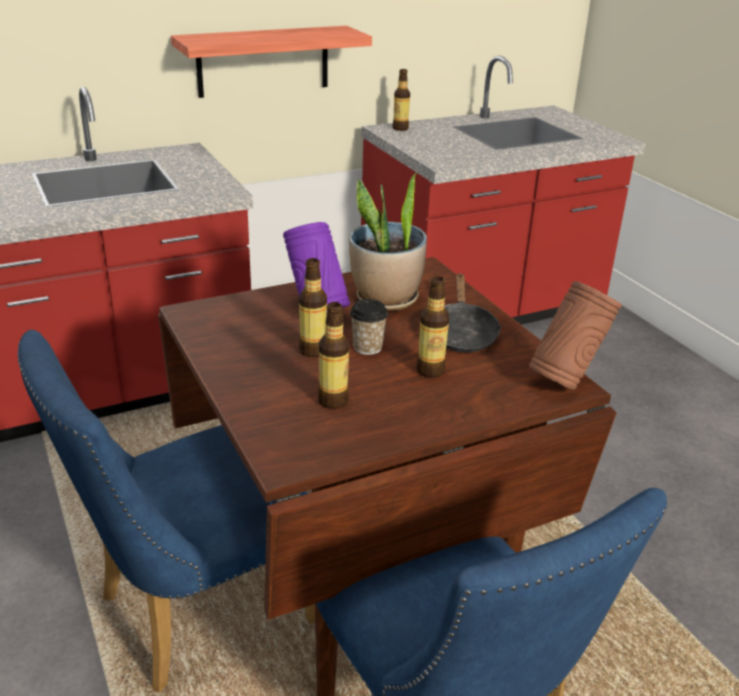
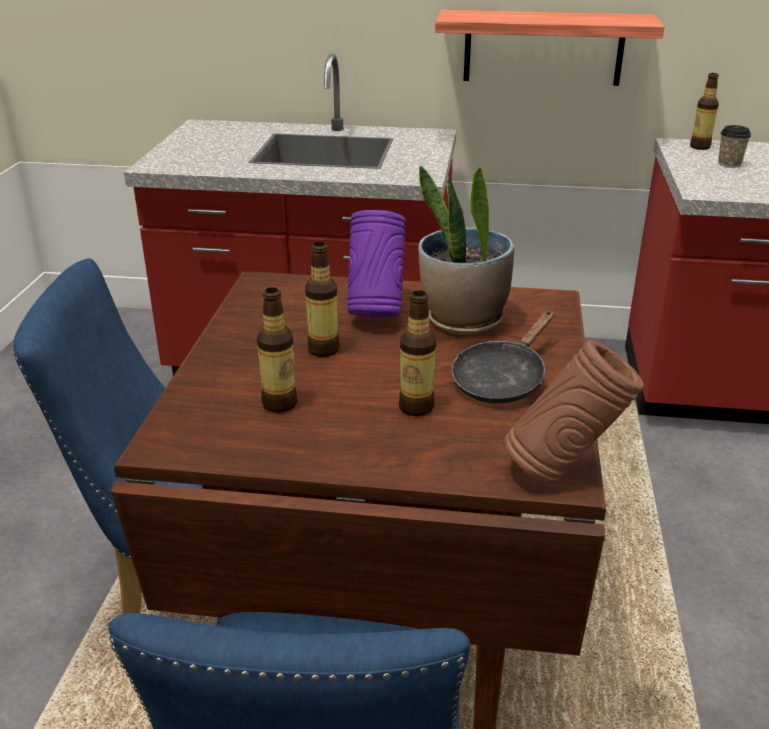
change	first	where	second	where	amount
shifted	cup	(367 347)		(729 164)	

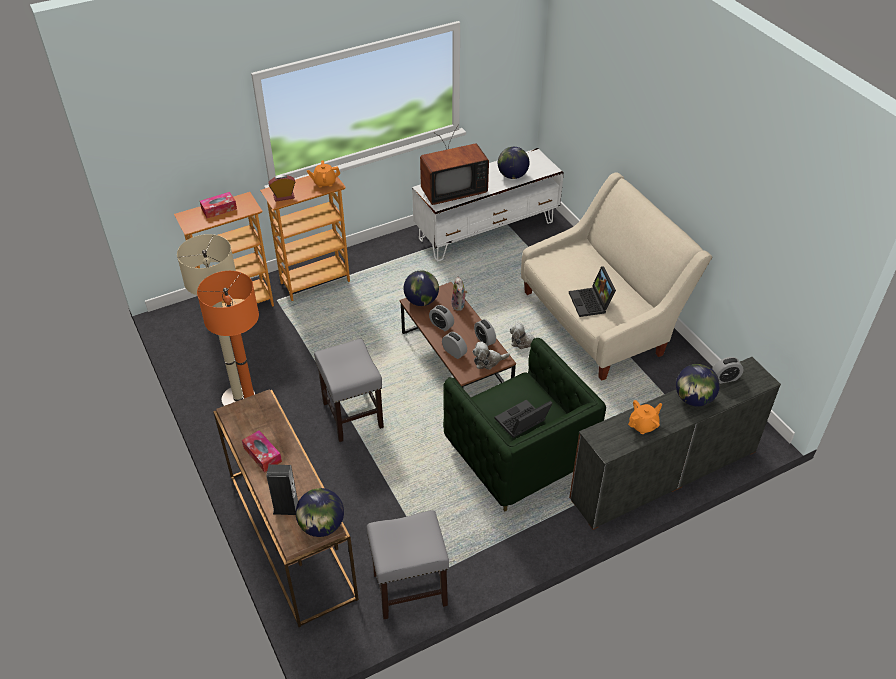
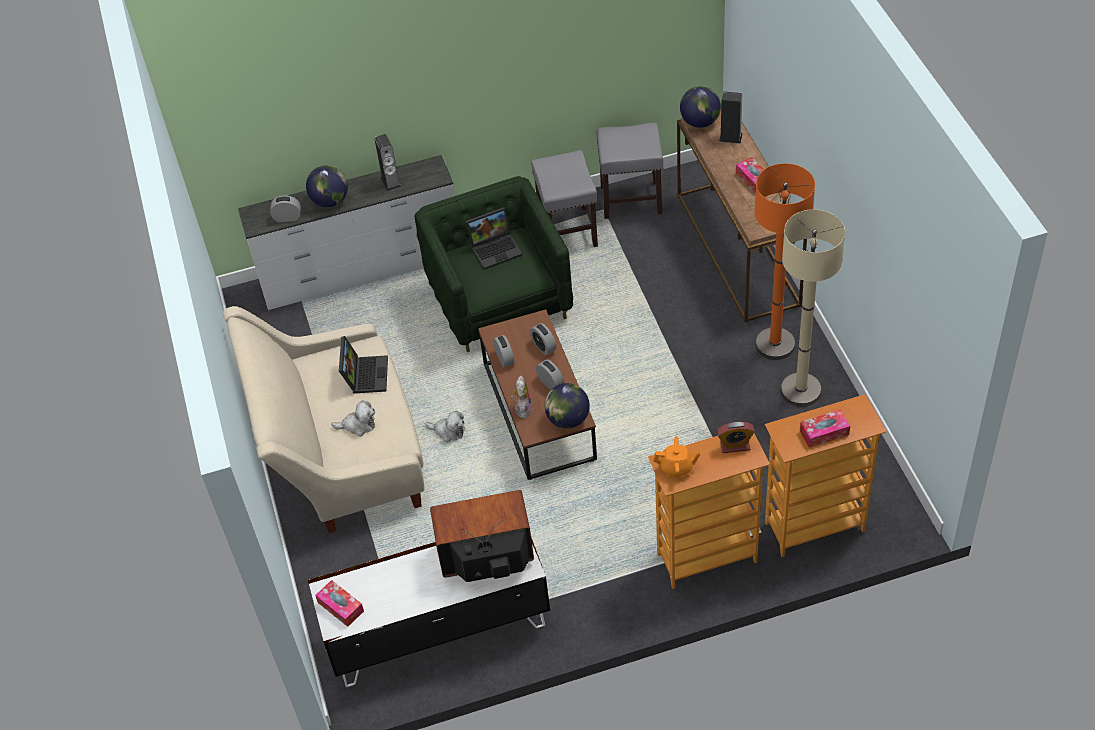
change	first	where	second	where	amount
gone	globe	(512 176)			
new			tissue box	(340 607)	
shifted	stool (grey)	(352 414)		(568 232)	
shifted	plush toy	(488 361)		(358 425)	
swapped	teapot (orange)	(643 425)	speaker	(391 182)	
repainted	dresser (brown)	(663 474)	dresser (white)	(363 270)	

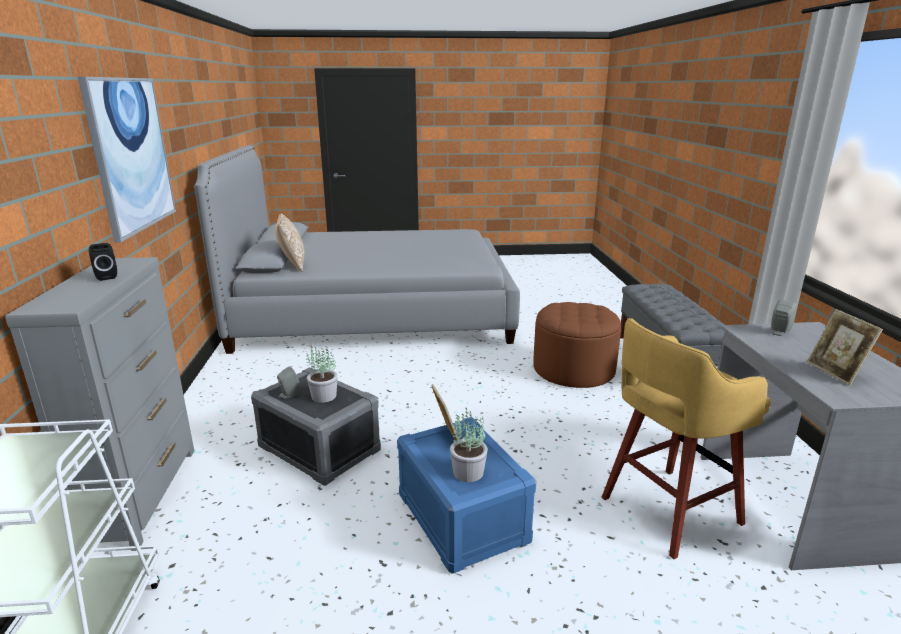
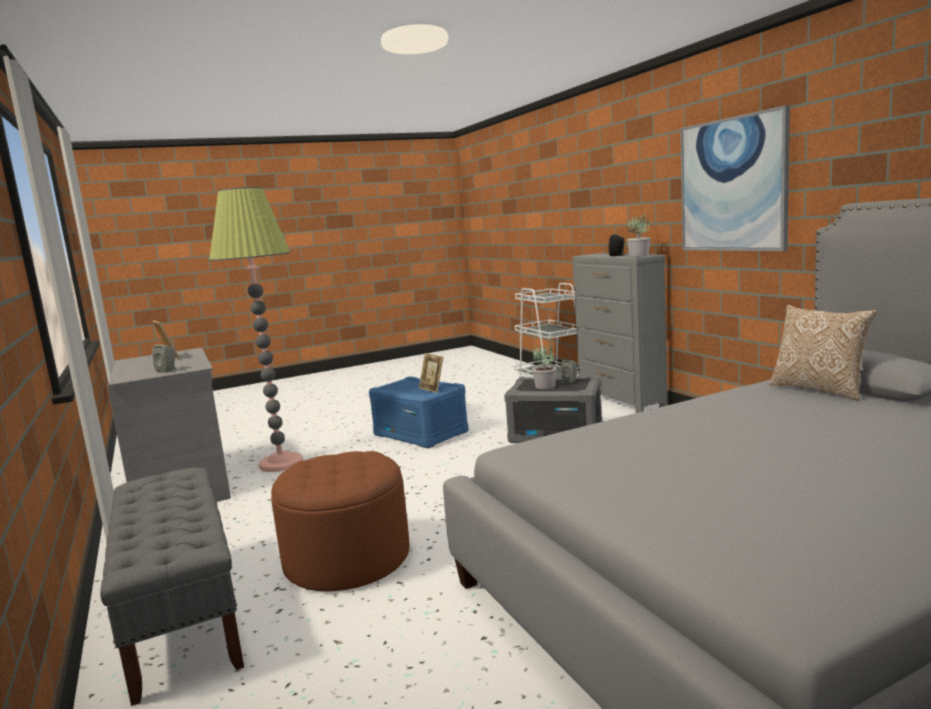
change	first	where	second	where	amount
shifted	potted plant	(467 472)		(639 256)	
swapped	stool (yellow)	(667 511)	floor lamp	(281 463)	

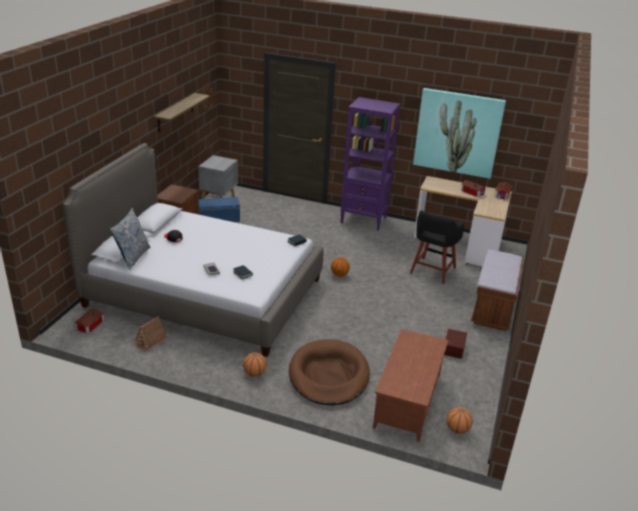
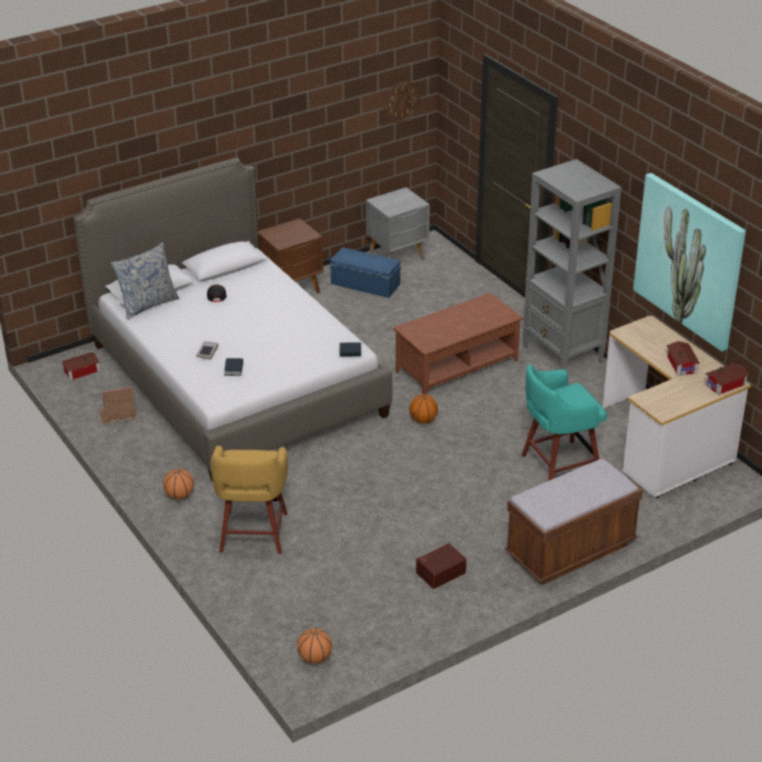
change	first	where	second	where	amount
gone	shelf	(175 112)			
shifted	coffee table (brown)	(408 401)		(457 367)	
swapped	dog bed (brown)	(328 375)	stool (yellow)	(253 534)	
repainted	bookcase (purple)	(364 220)	bookcase (grey)	(563 355)	
repainted	stool (black)	(432 271)	stool (turquoise)	(558 465)	

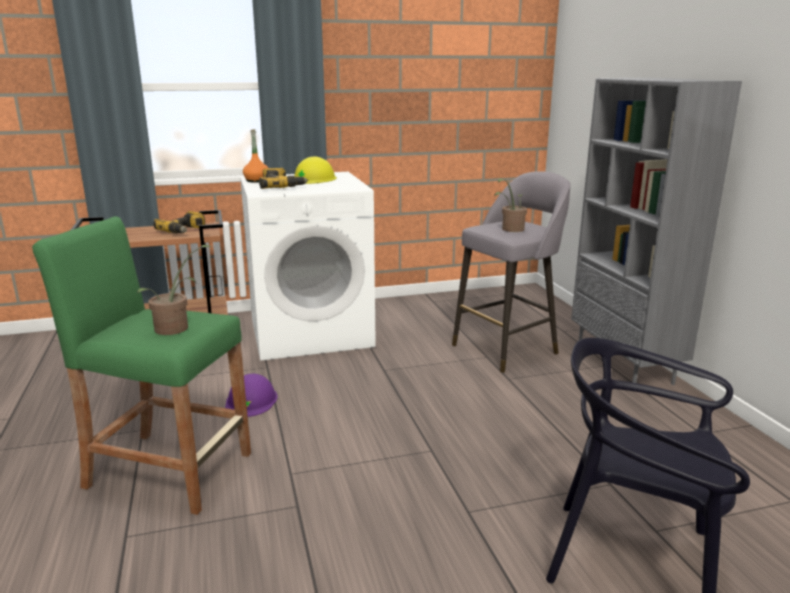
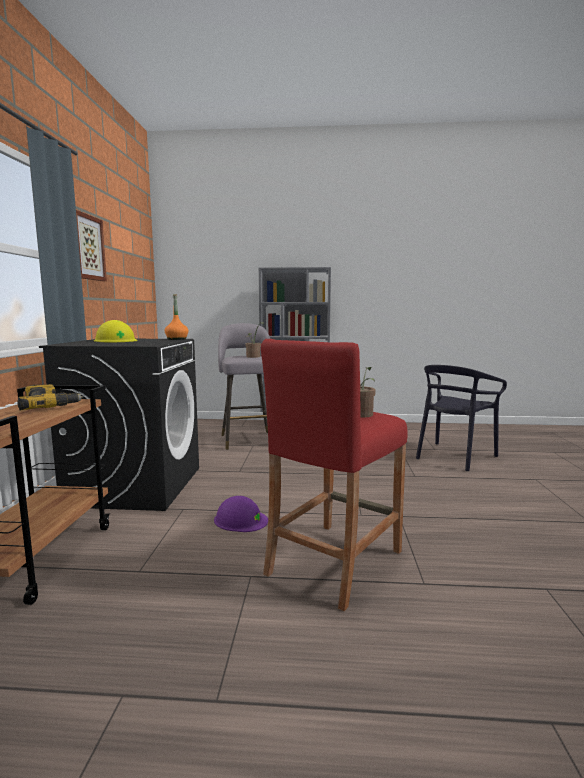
change	first	where	second	where	amount
gone	power drill	(281 187)			
new			picture	(86 247)	
shifted	bottle (orange)	(256 181)		(176 339)	
repainted	stool (green)	(169 470)	stool (red)	(334 562)	
repainted	washing machine (white)	(311 332)	washing machine (black)	(136 485)	

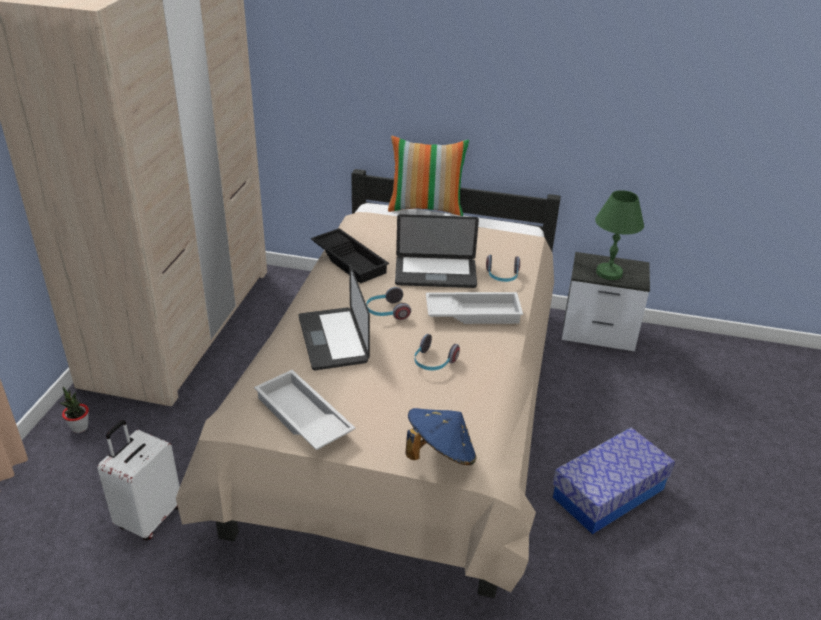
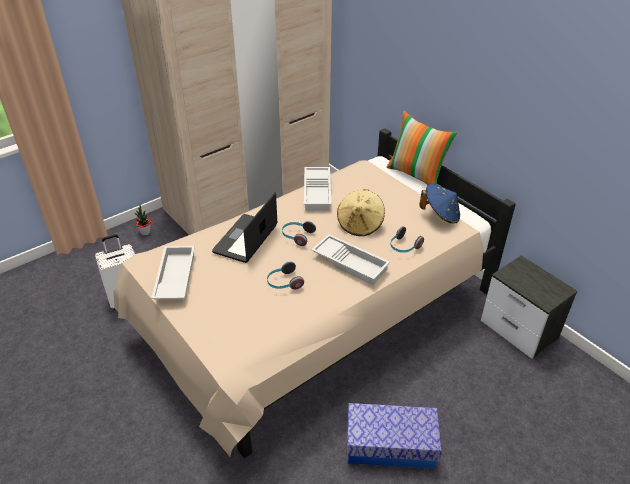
change	first	where	second	where	amount
gone	table lamp (green)	(609 273)			
shifted	hat (blue)	(440 454)		(440 215)	
swapped	laptop	(435 273)	hat (beige)	(360 224)	
repainted	tray (black)	(351 260)	tray (white)	(318 192)	

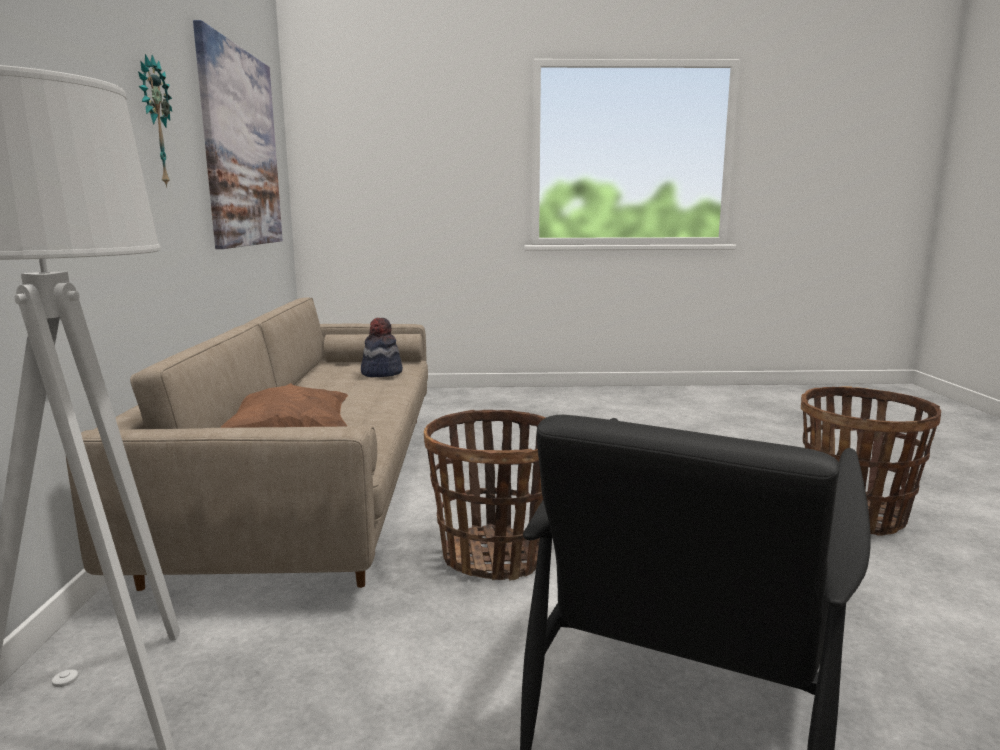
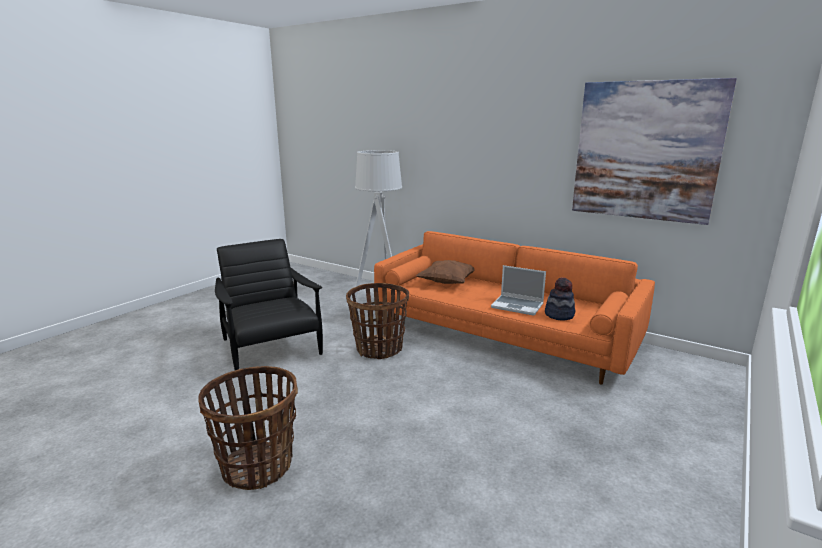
change	first	where	second	where	amount
gone	wall clock	(153 122)			
new			laptop	(518 306)	
repainted	sofa (beige)	(316 482)	sofa (orange)	(502 334)	

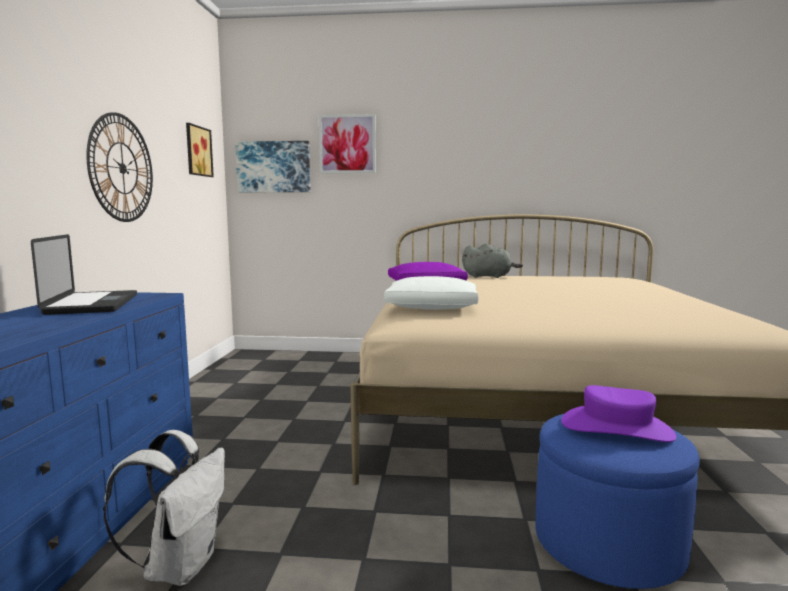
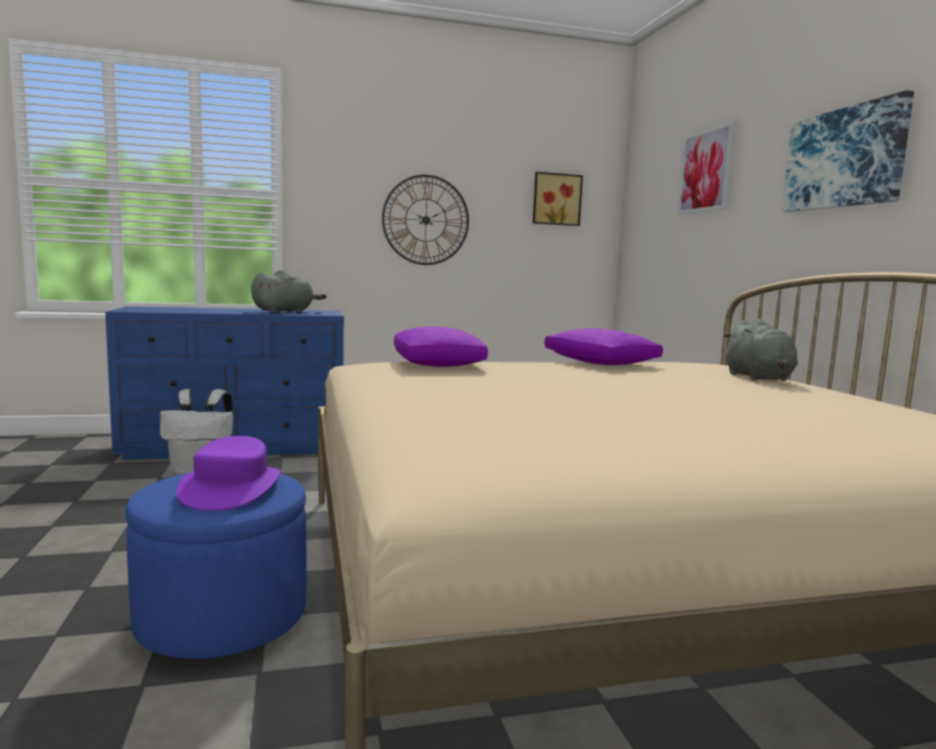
change	first	where	second	where	amount
shifted	picture	(273 167)		(844 158)	
swapped	laptop	(93 304)	plush toy (grey)	(285 312)	
repainted	pillow (white)	(433 307)	pillow (purple)	(437 364)	

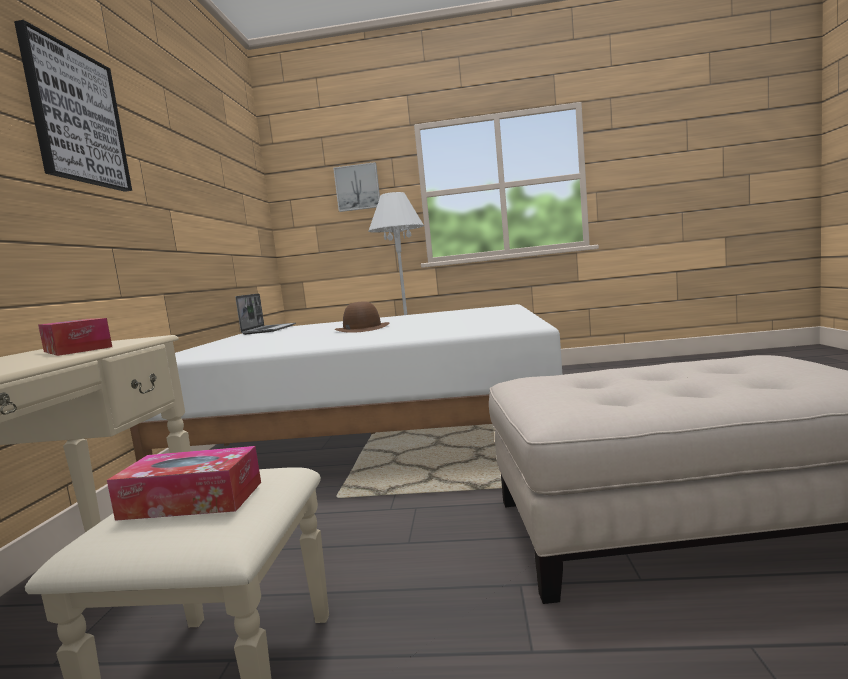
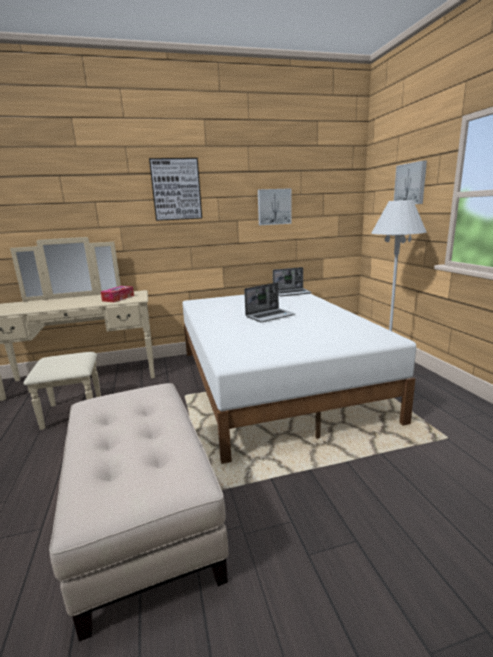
change	first	where	second	where	amount
gone	tissue box	(192 500)			
new			picture	(274 207)	
swapped	hat (brown)	(362 328)	laptop	(270 316)	

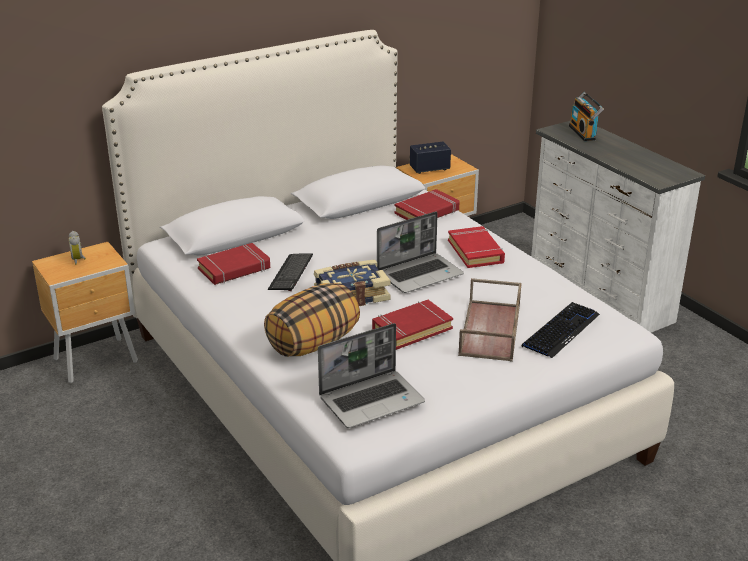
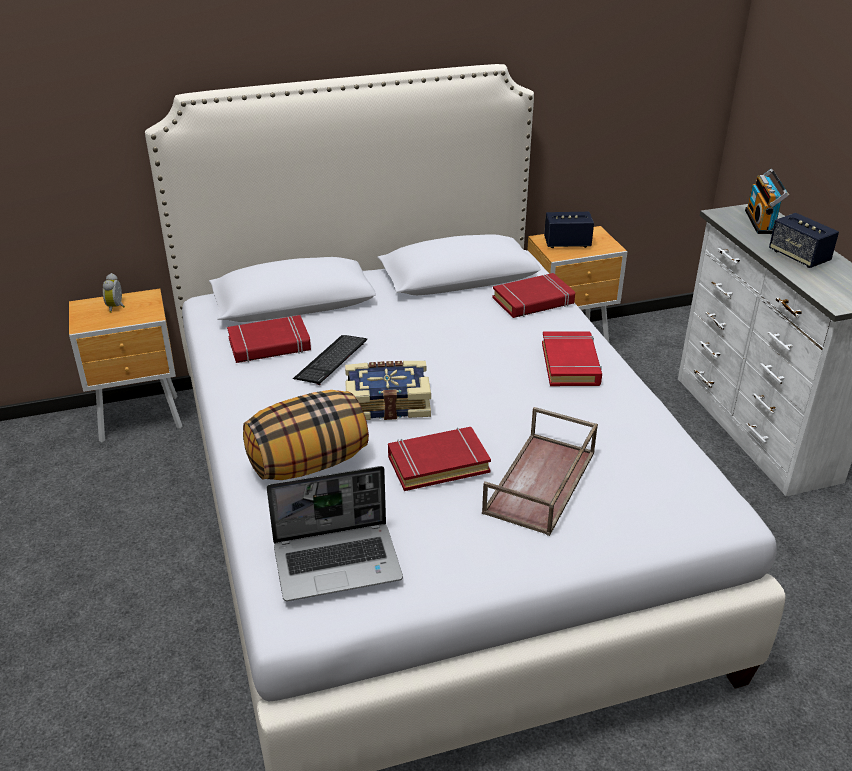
change	first	where	second	where	amount
gone	laptop	(420 274)			
gone	keyboard	(561 331)			
new			speaker	(798 257)	

